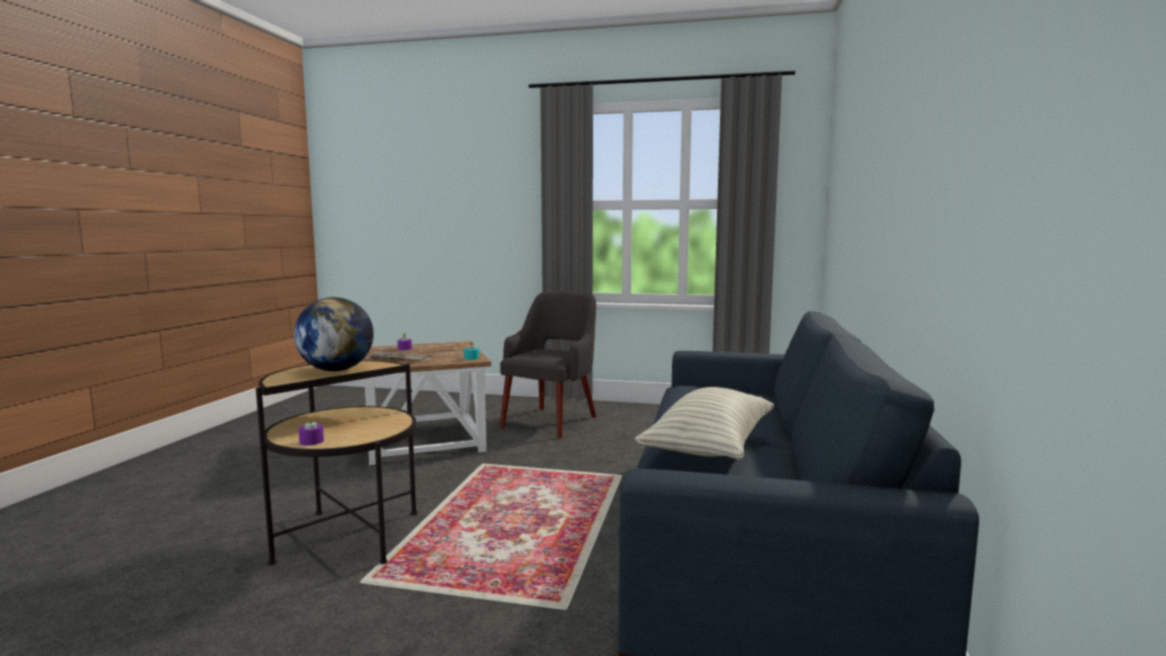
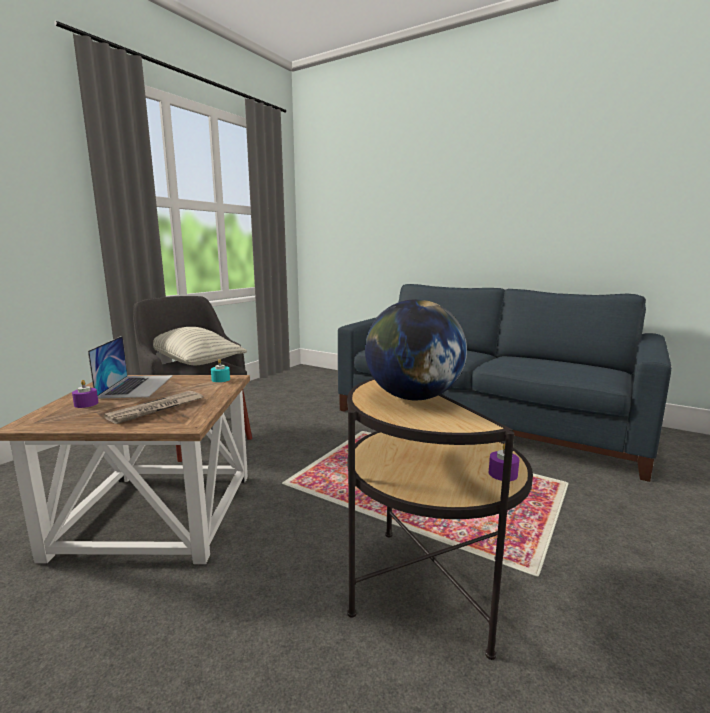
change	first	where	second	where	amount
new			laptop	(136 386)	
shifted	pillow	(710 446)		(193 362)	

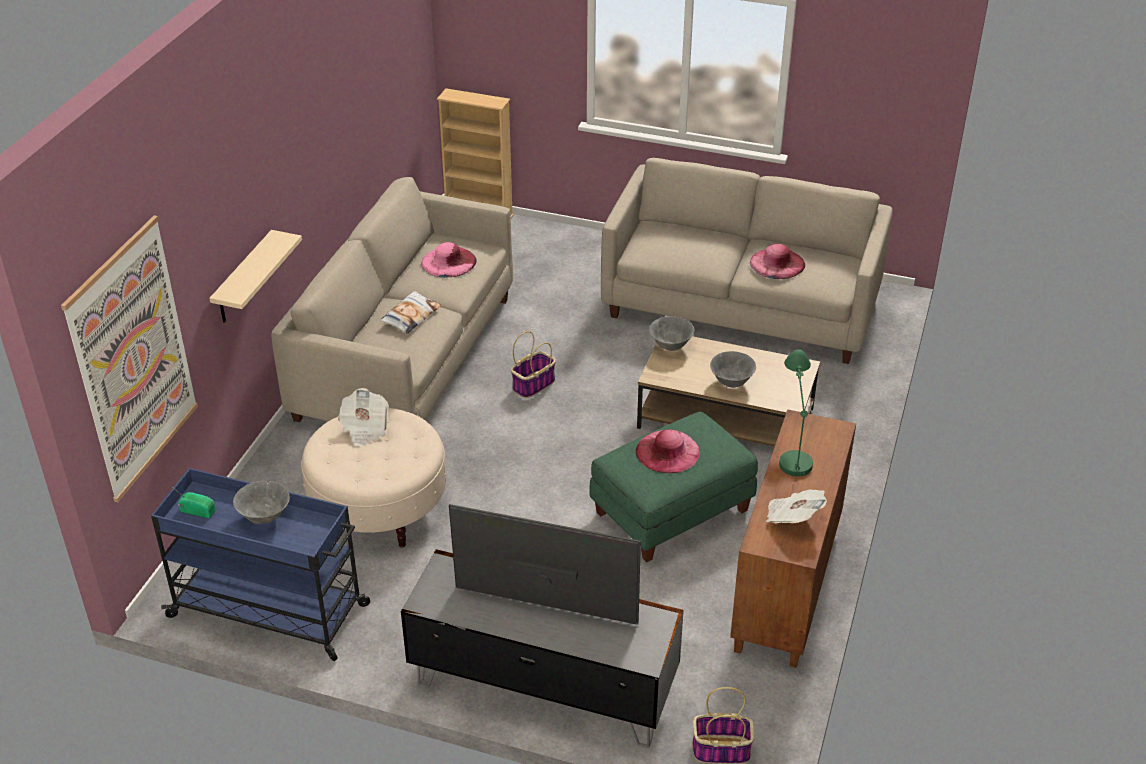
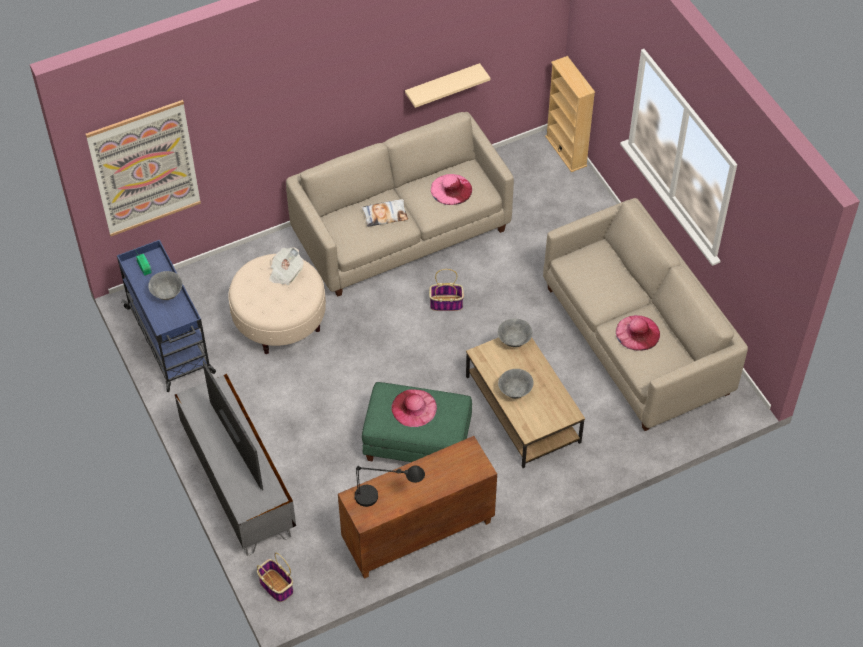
change	first	where	second	where	amount
gone	table lamp (green)	(793 445)			
shifted	shelf (beige)	(244 279)		(442 85)	
swapped	newspaper	(793 517)	table lamp (black)	(387 498)	

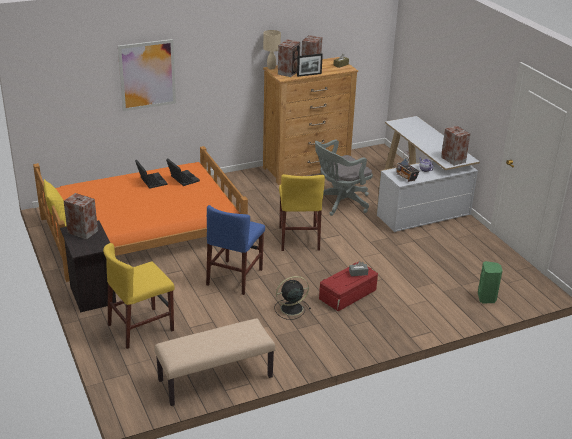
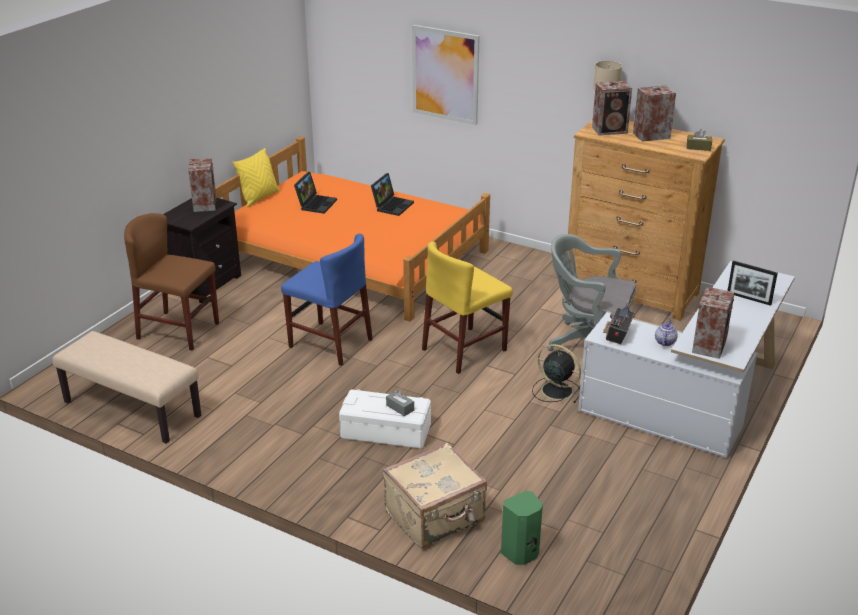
change	first	where	second	where	amount
new			suitcase (beige)	(436 517)	
shifted	laptop	(182 179)		(316 204)	
shifted	fan (black)	(290 309)		(555 390)	
shifted	picture frame	(309 75)		(749 298)	
repainted	chair (yellow)	(141 327)	chair (brown)	(178 331)	
repainted	storage box (red)	(348 295)	storage box (white)	(385 432)	
rotated	chair (blue)	(235 277)		(330 343)	135 degrees counterclockwise

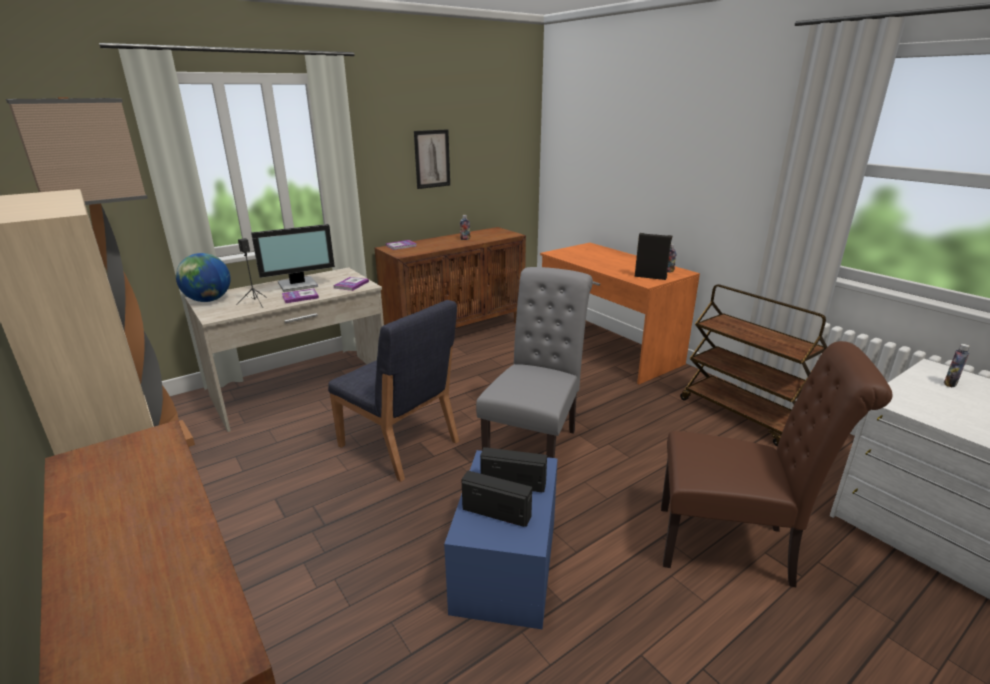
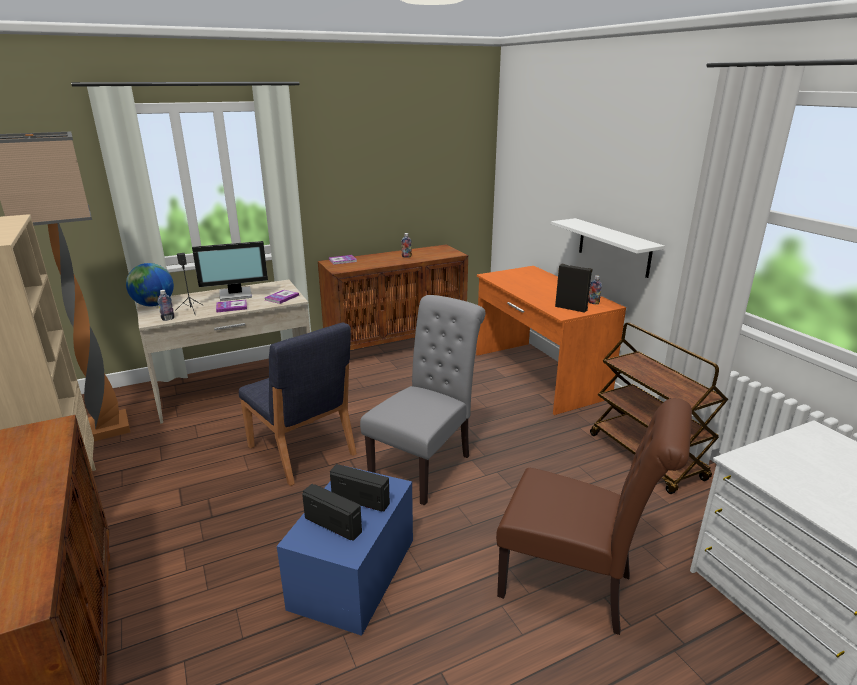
change	first	where	second	where	amount
gone	picture	(432 159)			
new			shelf (white)	(614 247)	
shifted	bottle	(950 384)		(168 319)	

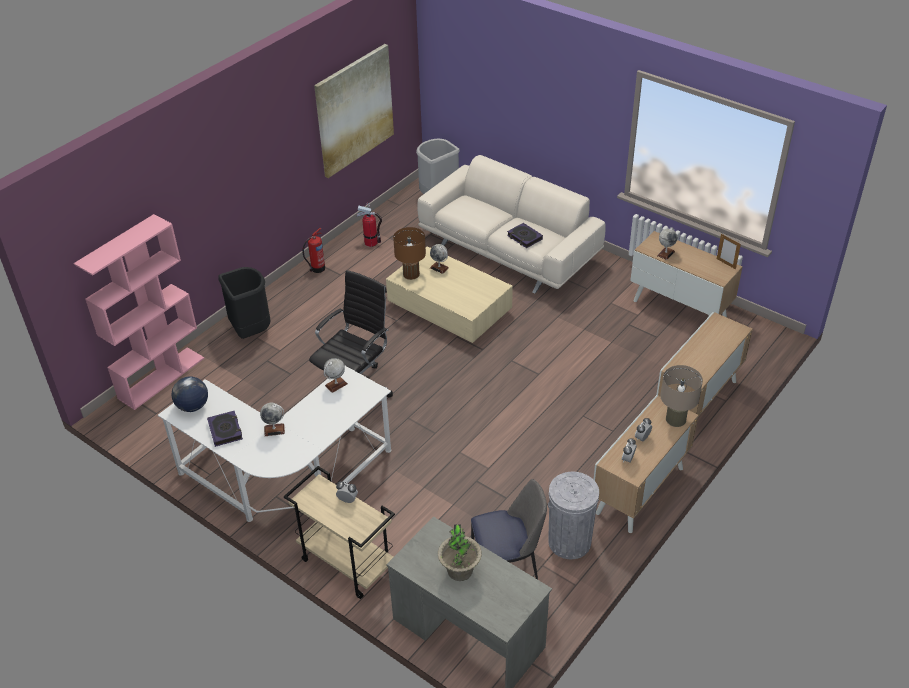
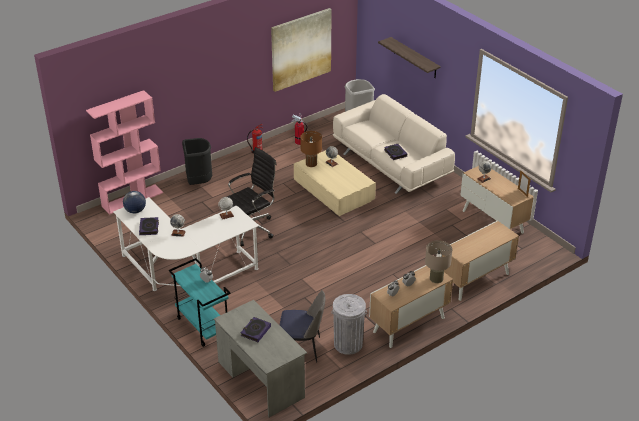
change	first	where	second	where	amount
new			shelf	(414 58)	
swapped	potted plant	(460 570)	book	(255 331)	
repainted	cart (beige)	(346 563)	cart (turquoise)	(202 326)	

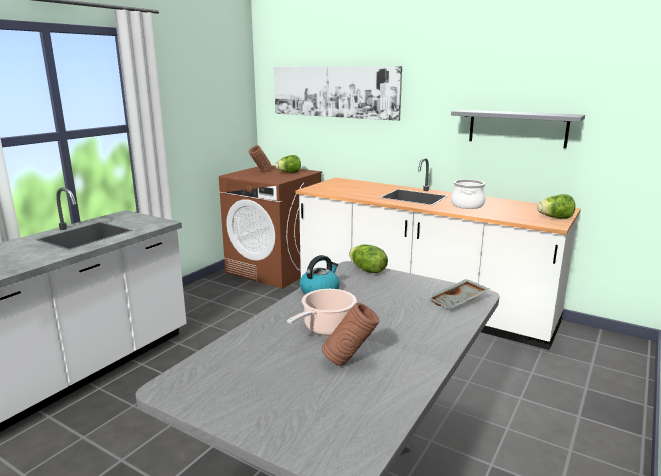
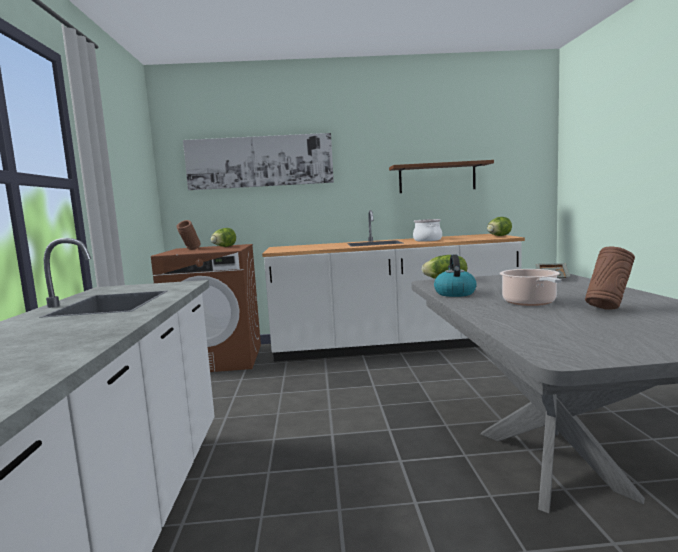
change	first	where	second	where	amount
repainted	shelf (grey)	(517 128)	shelf (brown)	(437 178)	

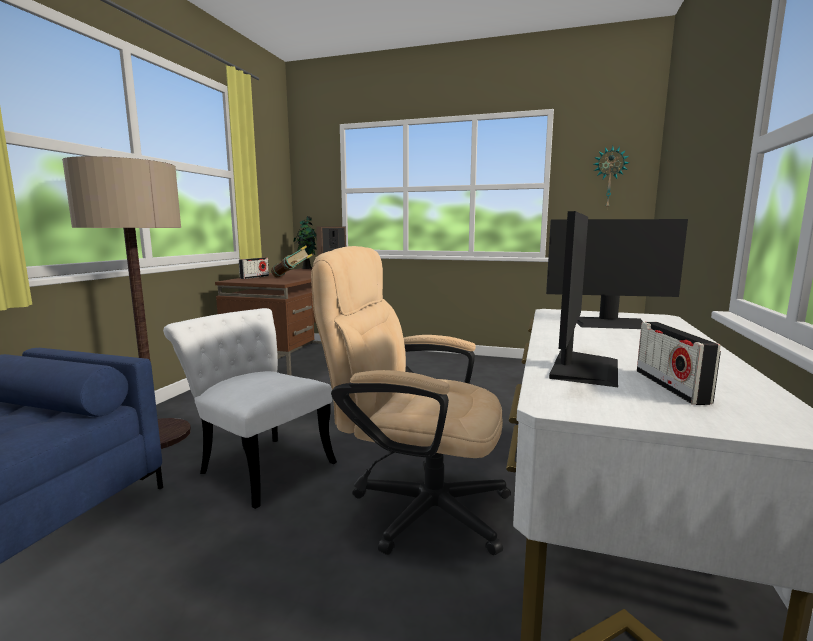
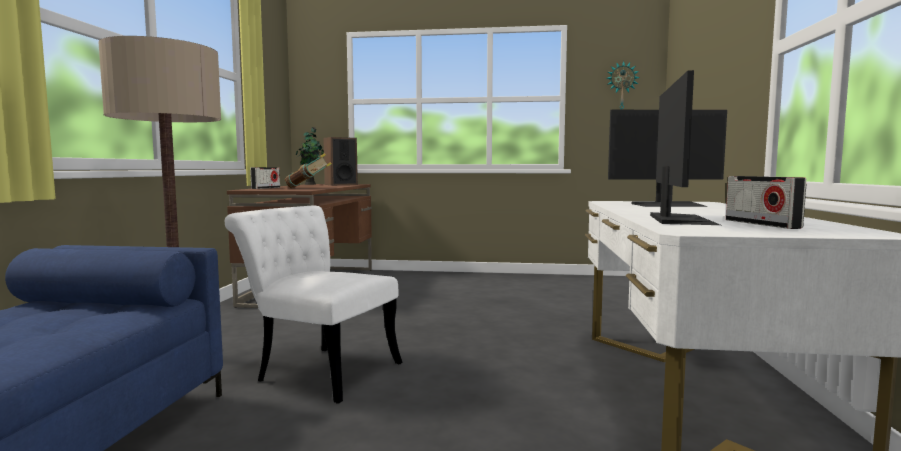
change	first	where	second	where	amount
gone	office chair (beige)	(415 506)			

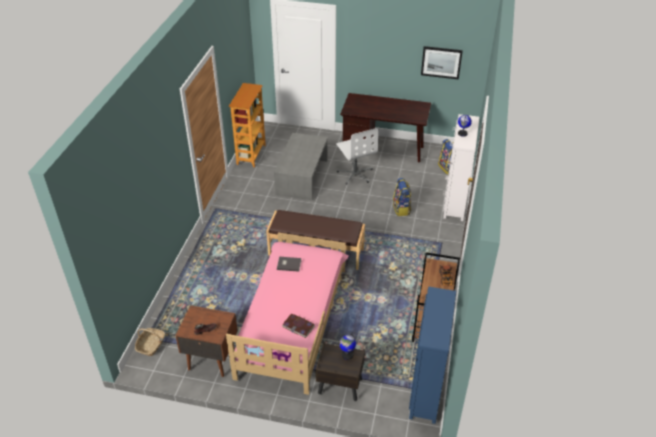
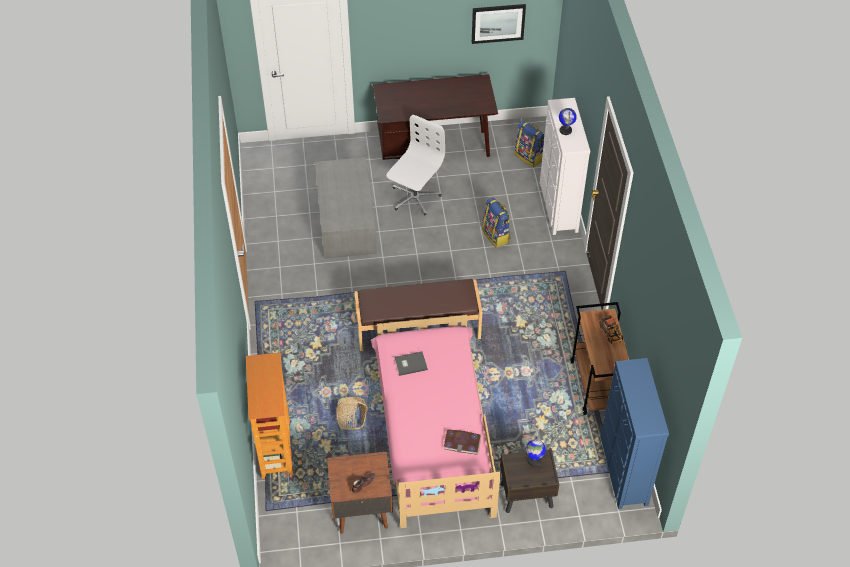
change	first	where	second	where	amount
shifted	basket	(151 345)		(351 417)	
shifted	bookcase	(250 155)		(275 450)	
rotated	office chair (white)	(355 174)		(414 197)	105 degrees counterclockwise

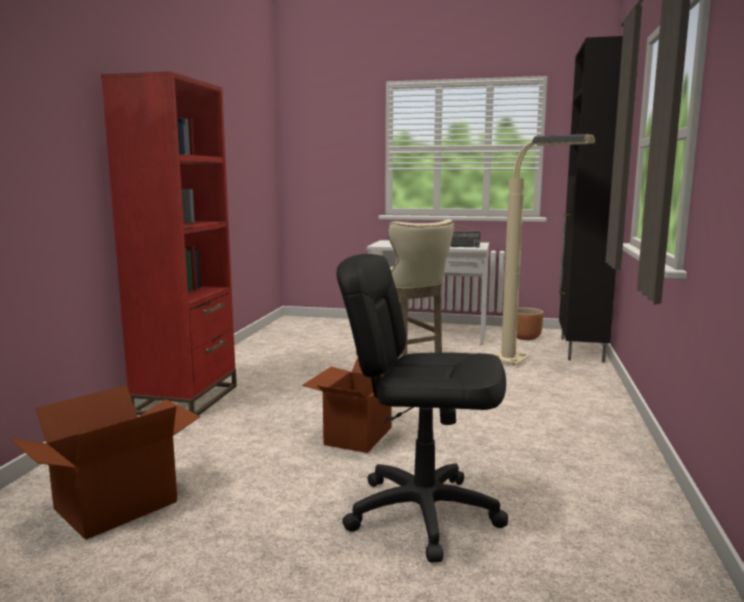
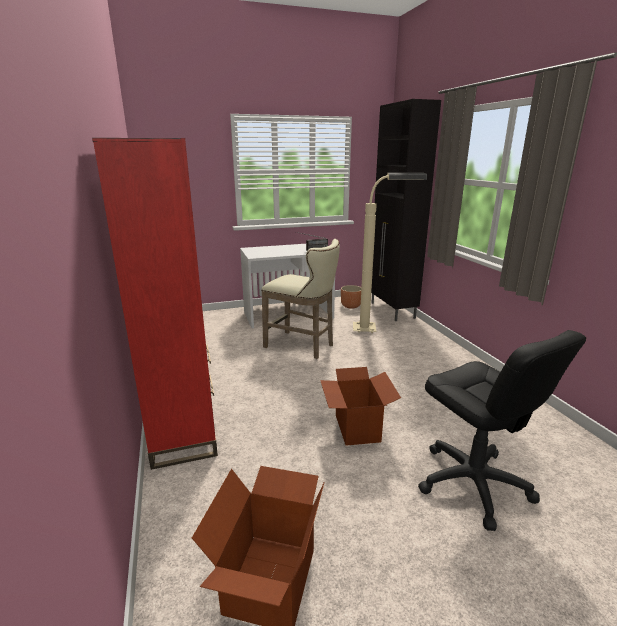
change	first	where	second	where	amount
rotated	office chair (black)	(423 513)		(473 483)	105 degrees counterclockwise

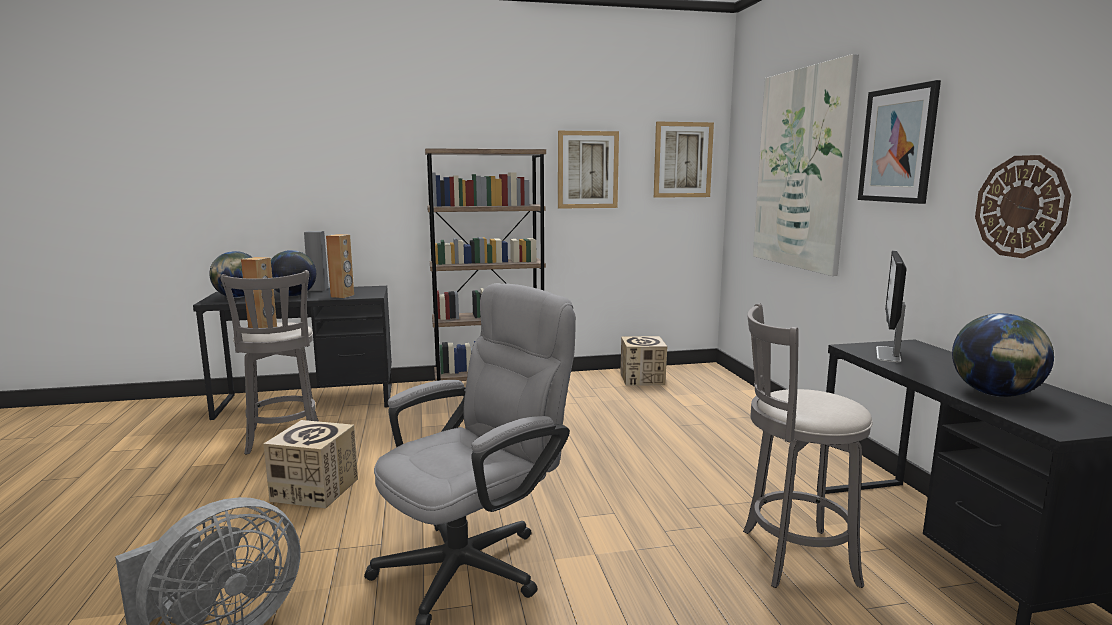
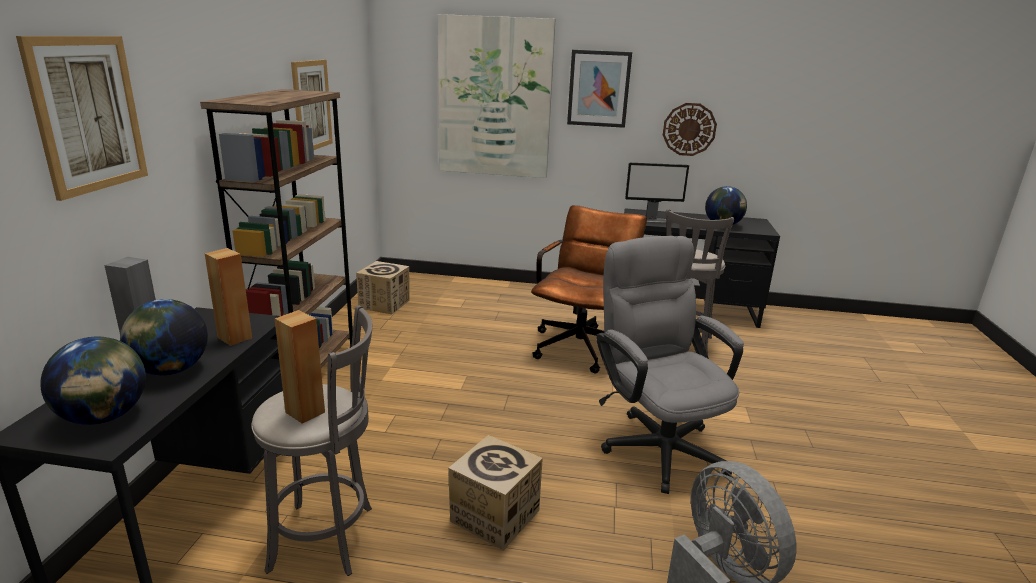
change	first	where	second	where	amount
new			office chair (brown)	(582 344)	
shifted	picture	(683 160)		(88 114)	
rotated	monitor	(888 354)		(651 220)	45 degrees counterclockwise

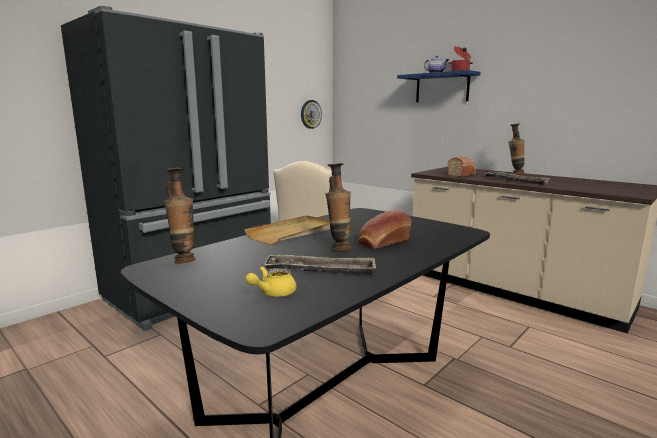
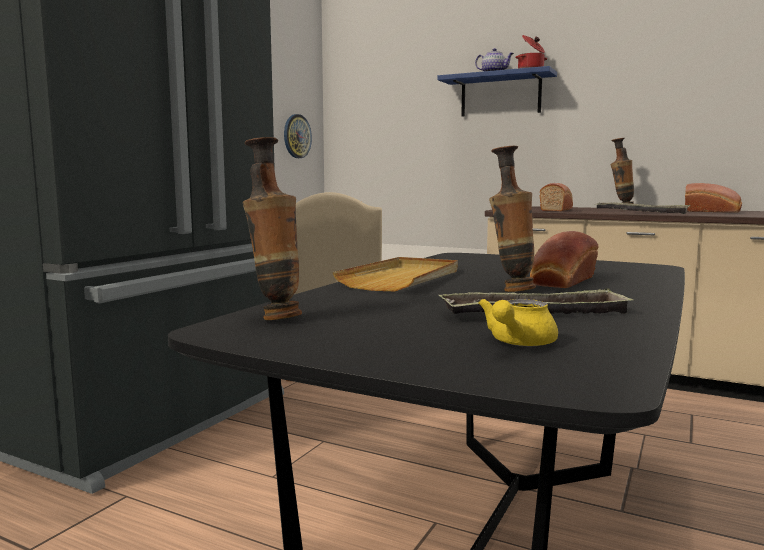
change	first	where	second	where	amount
new			bread	(713 211)	

